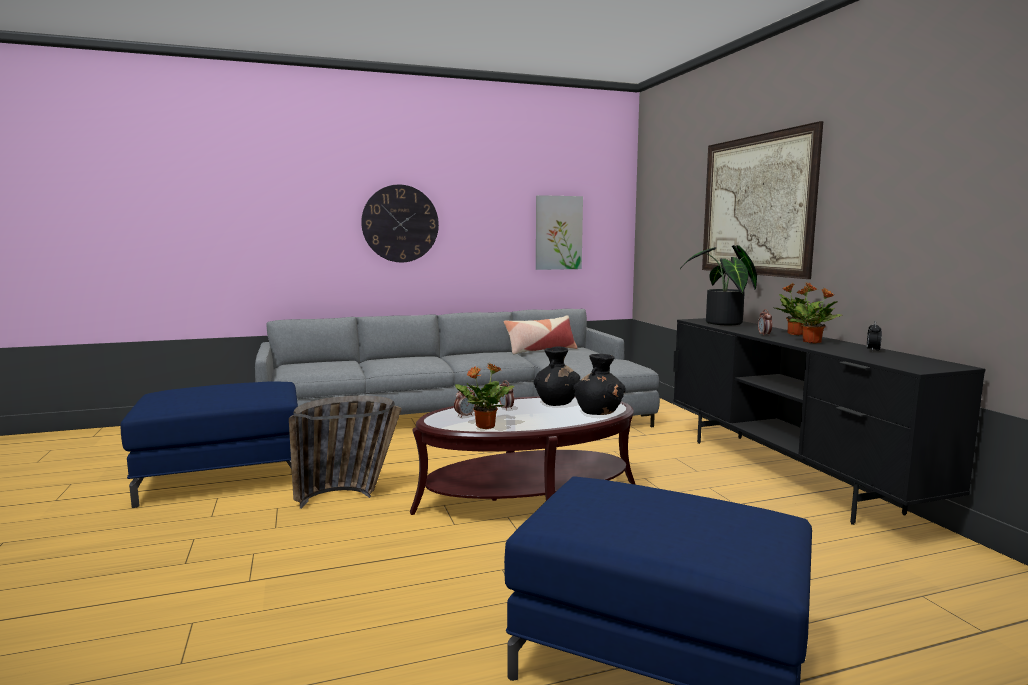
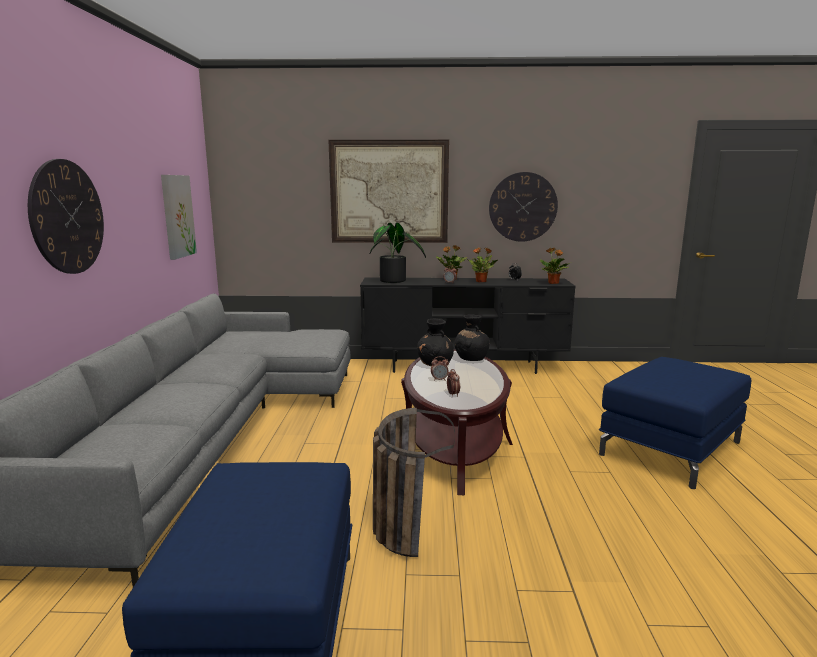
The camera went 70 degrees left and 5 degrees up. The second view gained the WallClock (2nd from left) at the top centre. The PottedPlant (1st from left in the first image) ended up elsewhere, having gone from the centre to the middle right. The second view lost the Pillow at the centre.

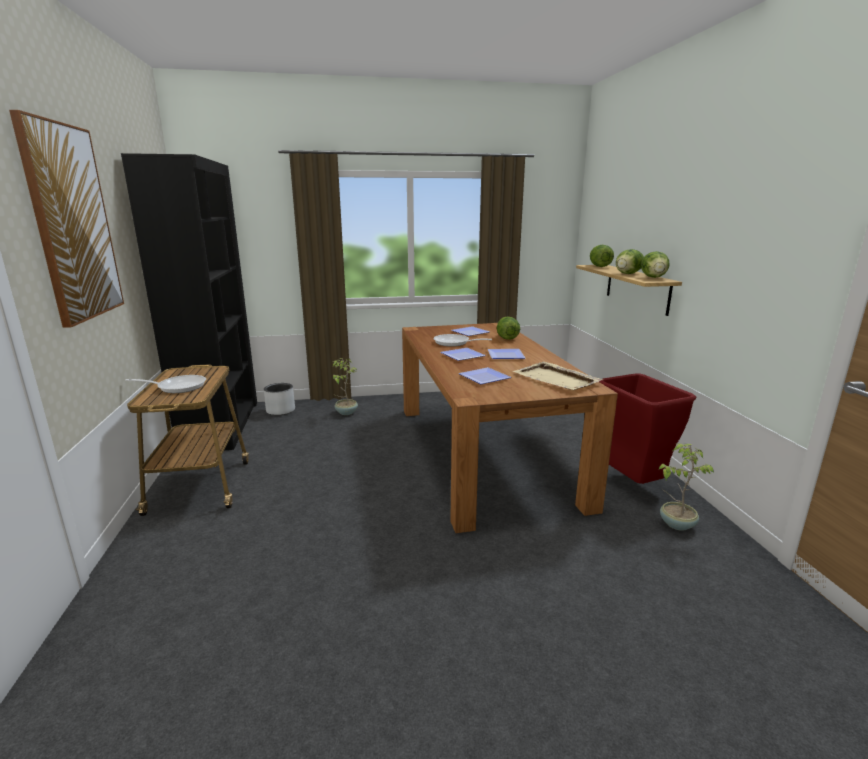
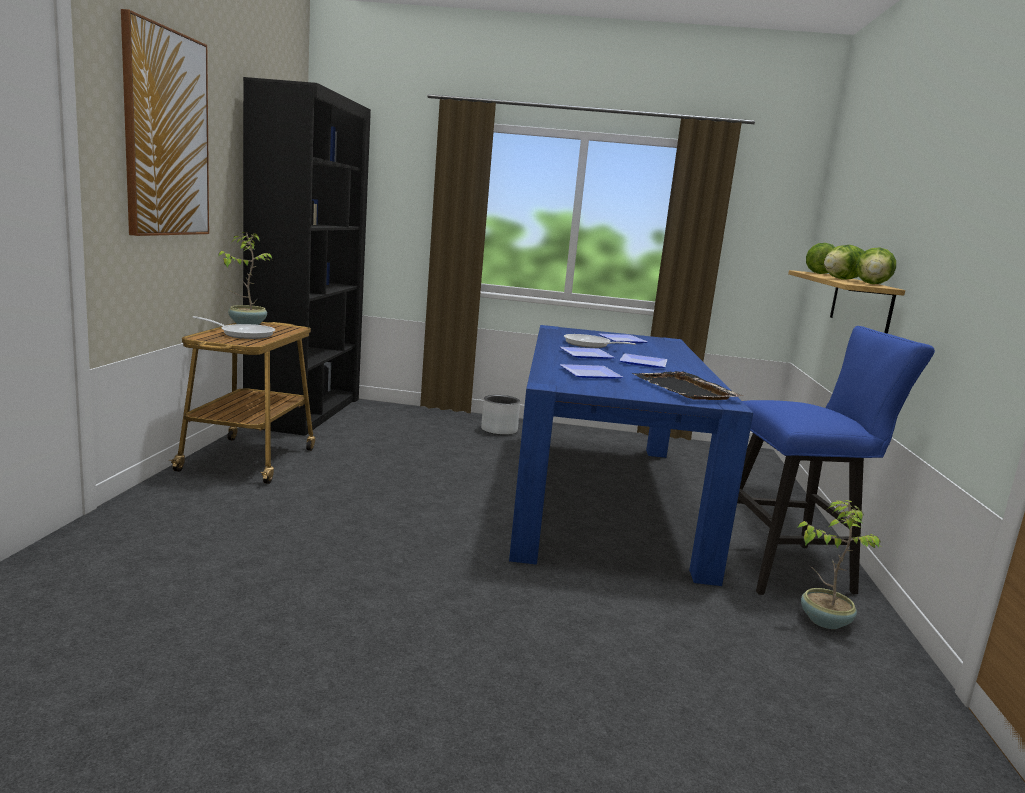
The camera went 15 degrees right and 5 degrees down. The PottedPlant (1st from left) ended up elsewhere, having gone from the centre to the middle left. The GreyPlanter ended up elsewhere, having gone from the middle left to the centre. What was the BrownDiningTable at the centre turned into the BlueDiningTable at the centre. What was the BeigeTray at the centre turned into the BlackTray at the middle right. Where the RedTrashCan stood at the middle right, the BlueStool came to stand at the middle right. The second view lost the Lettuce (1st from left) at the centre.

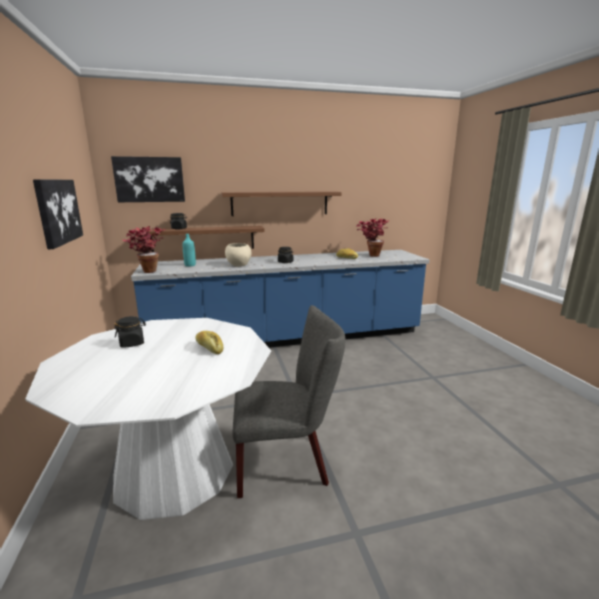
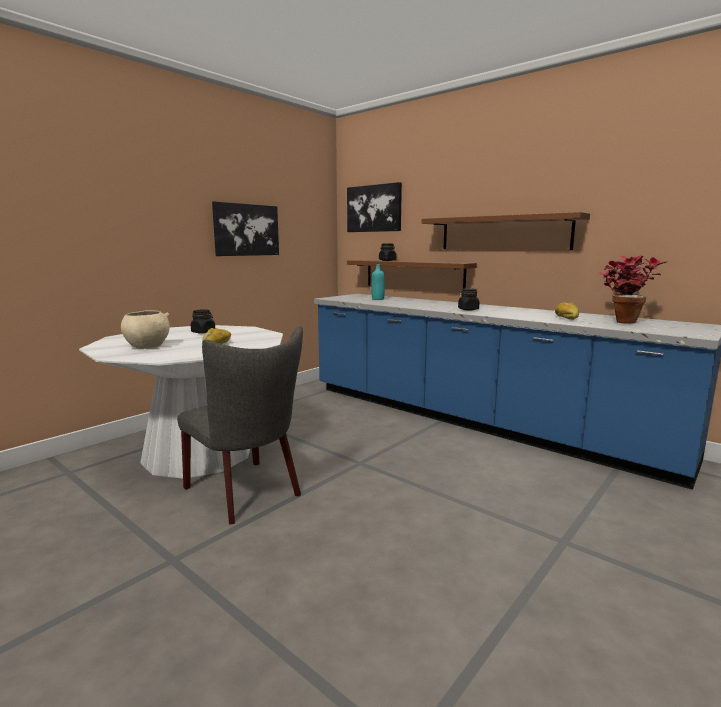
The camera went 55 degrees right and 5 degrees down. The BeigeBowl ended up elsewhere, having gone from the centre to the middle left. The second view lost the PottedPlant (1st from left) at the middle left.

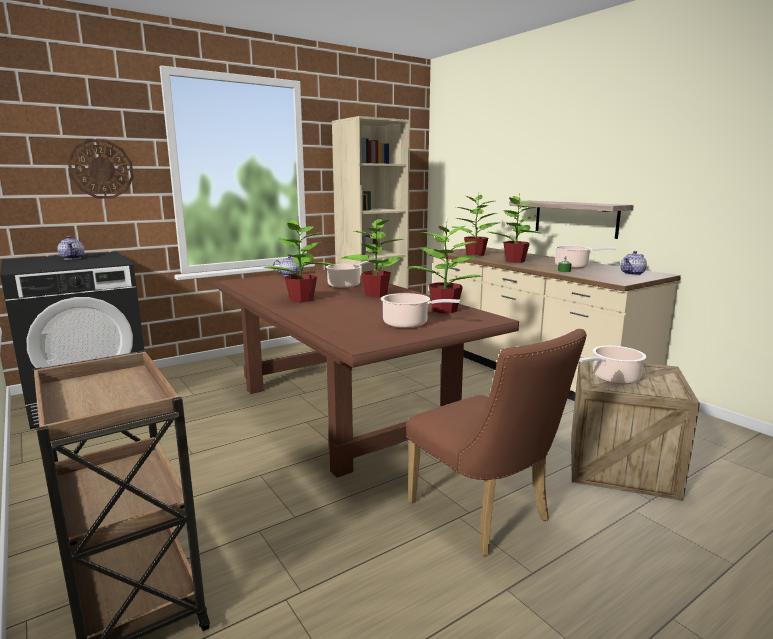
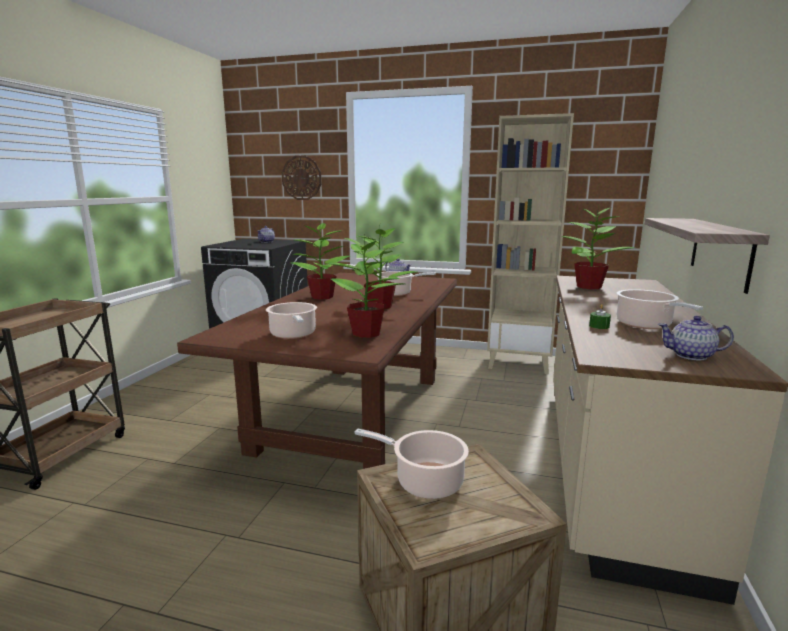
The camera went 50 degrees right and 0 degrees up. The second view lost the BrownChair at the bottom centre. The second view lost the PottedPlant (5th from left) at the centre.

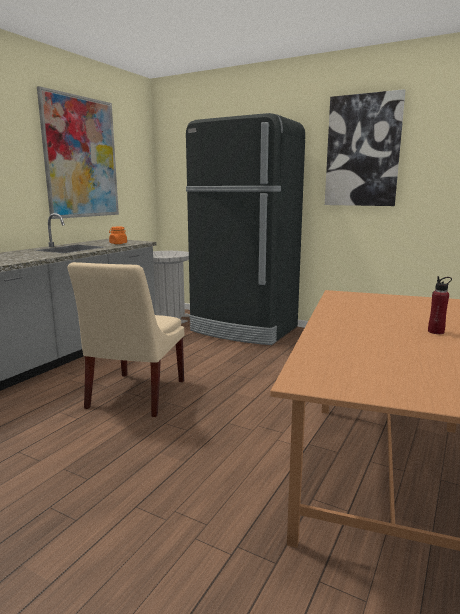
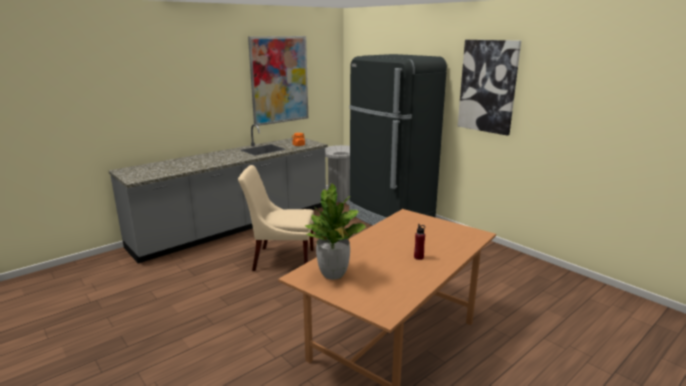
The camera went 20 degrees right and 5 degrees up. The BeigeChair at the middle left ended up facing another way, 60 degrees clockwise from before. The second view gained the PottedPlant at the centre.

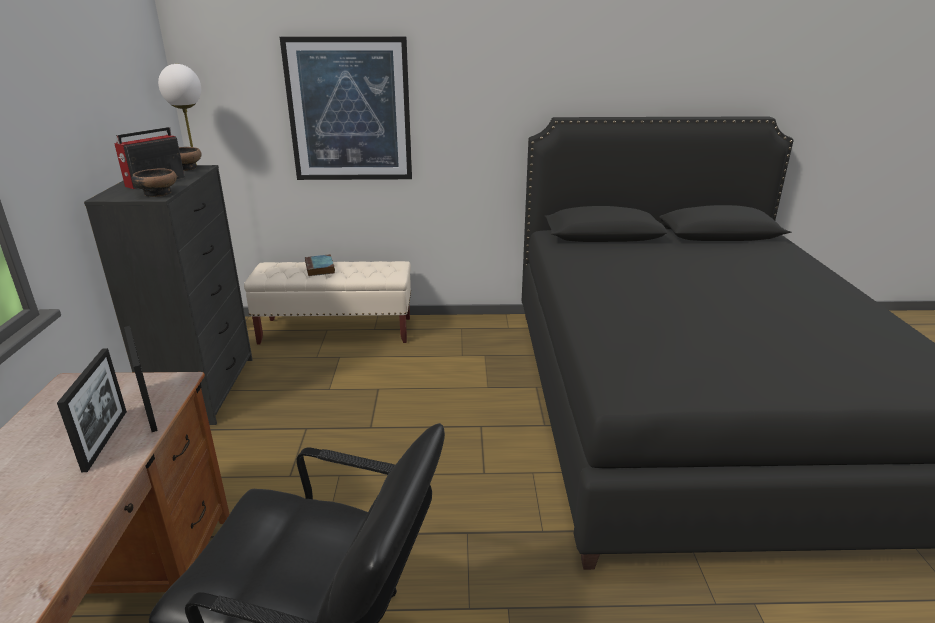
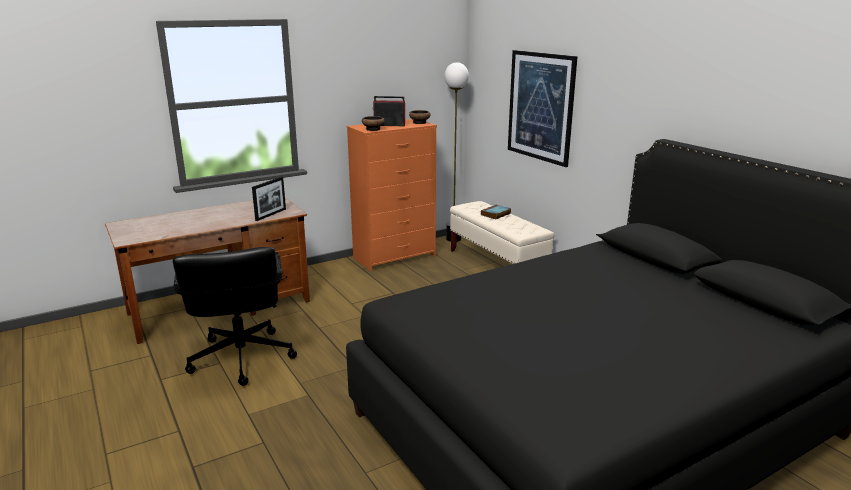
The camera went 60 degrees right and 5 degrees down. What was the BlackDresser at the middle left turned into the OrangeDresser at the centre. The second view lost the PictureFrame (1st from left) at the middle left.

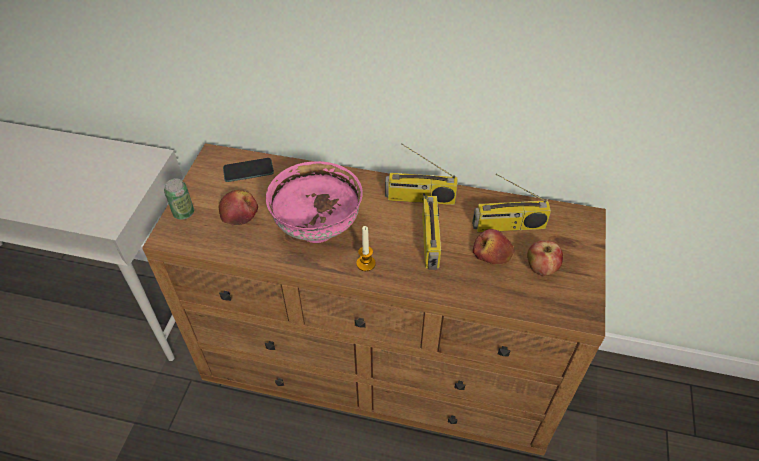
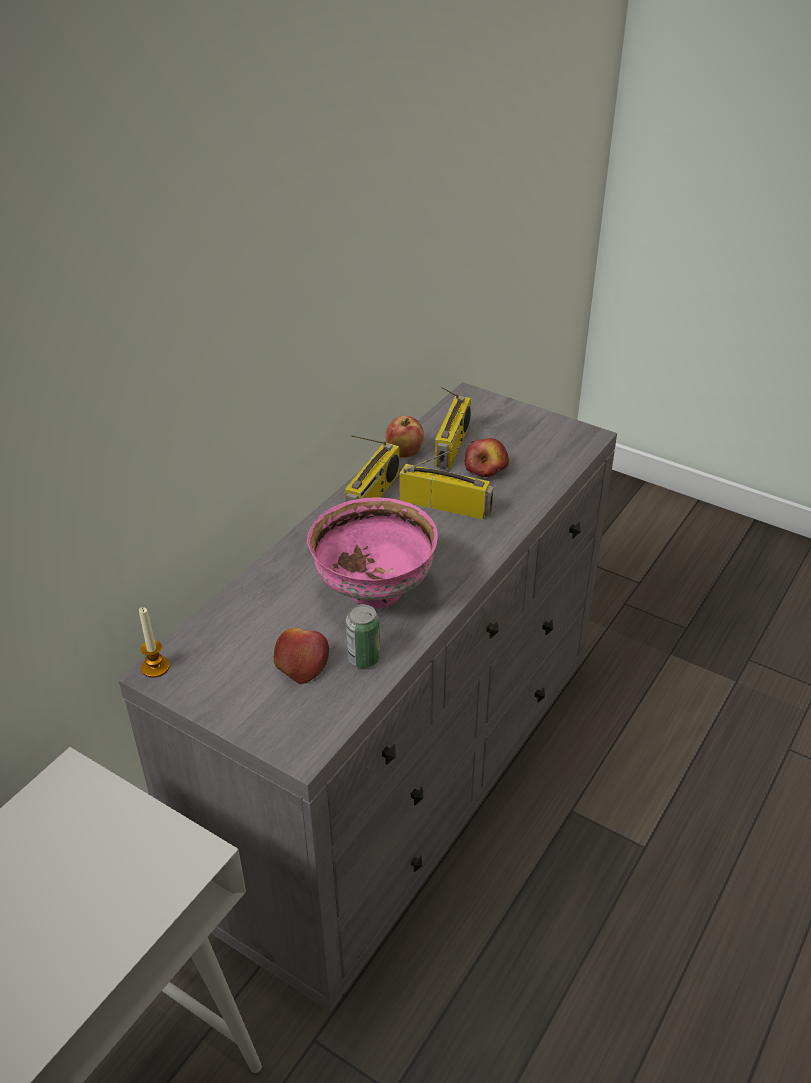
The camera went 70 degrees left and 10 degrees down. What was the BrownDresser at the centre turned into the GreyDresser at the centre. The Candle ended up elsewhere, having gone from the centre to the middle left. The Can ended up elsewhere, having gone from the middle left to the centre. The Apple (3rd from left in the first image) ended up elsewhere, having gone from the middle right to the centre. The second view lost the Phone at the middle left.

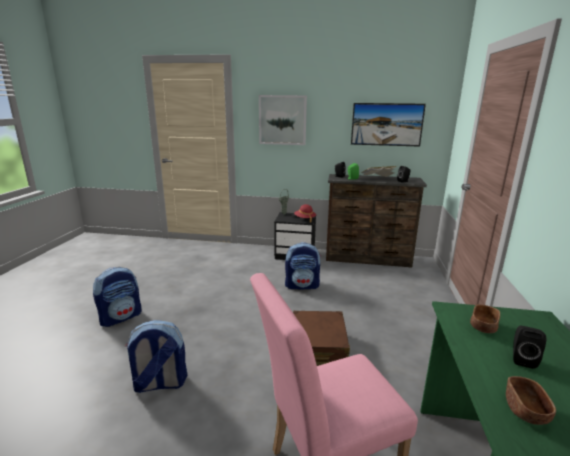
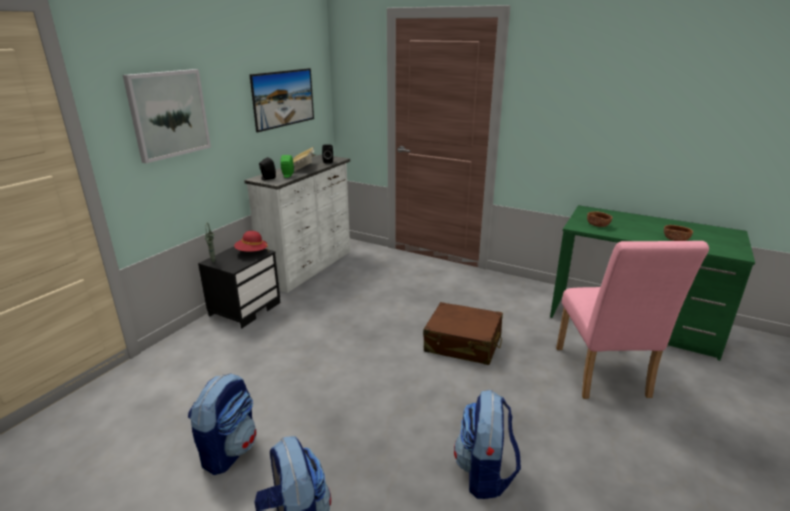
The camera went 70 degrees left and 5 degrees up. The Backpack (3rd from left in the first image) ended up elsewhere, having gone from the centre to the bottom left. What was the BrownDresser at the centre turned into the WhiteDresser at the centre. The second view lost the BlackSpeaker (3rd from left) at the bottom right.

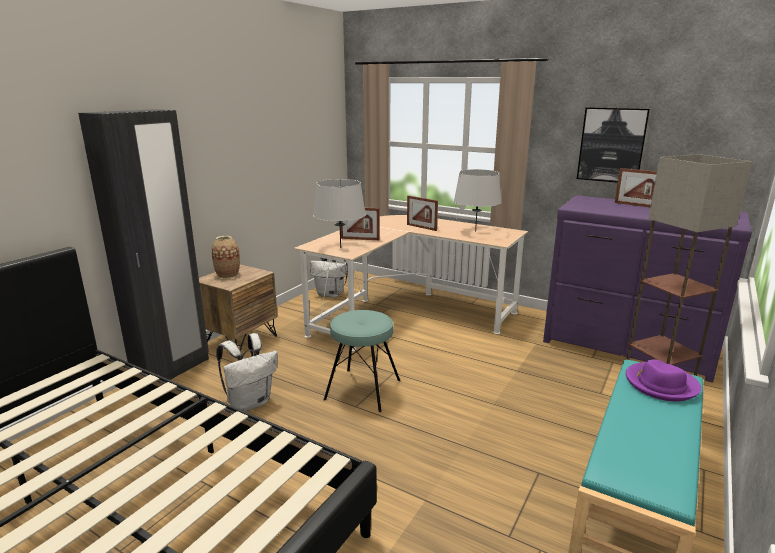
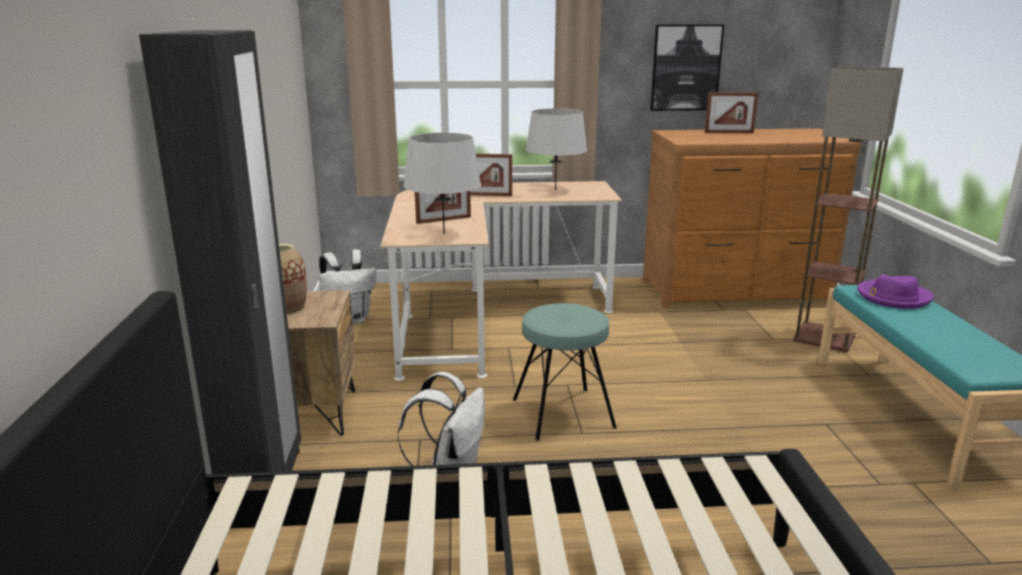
The camera went 35 degrees left and 0 degrees up. What was the PurpleDresser at the middle right turned into the BrownDresser at the middle right.

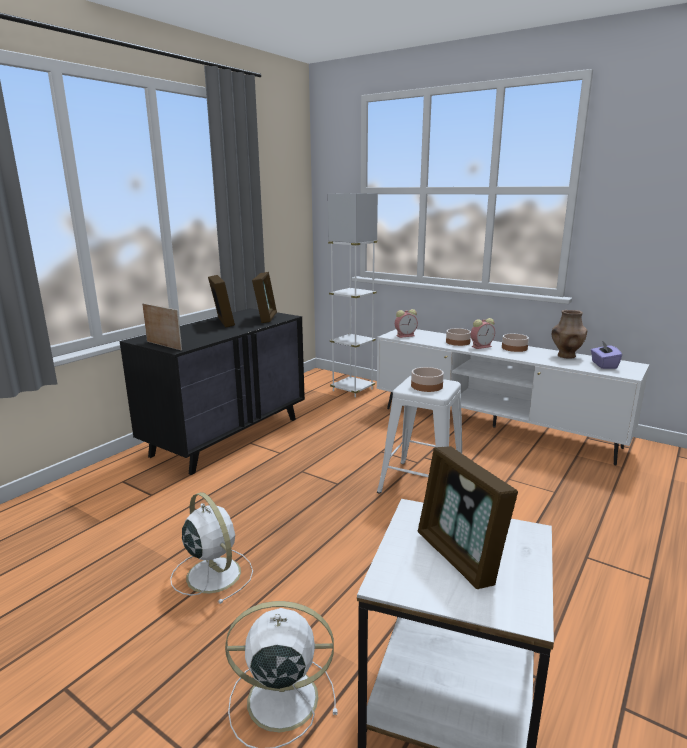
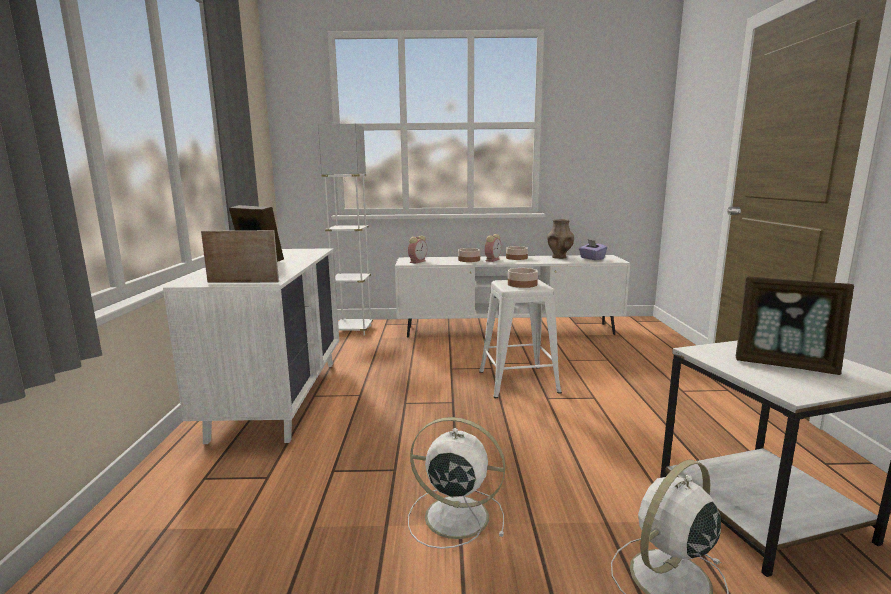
The camera went 35 degrees left and 5 degrees down. What was the BlackDresser at the middle left turned into the WhiteDresser at the middle left. The second view lost the PictureFrame (3rd from left) at the centre.

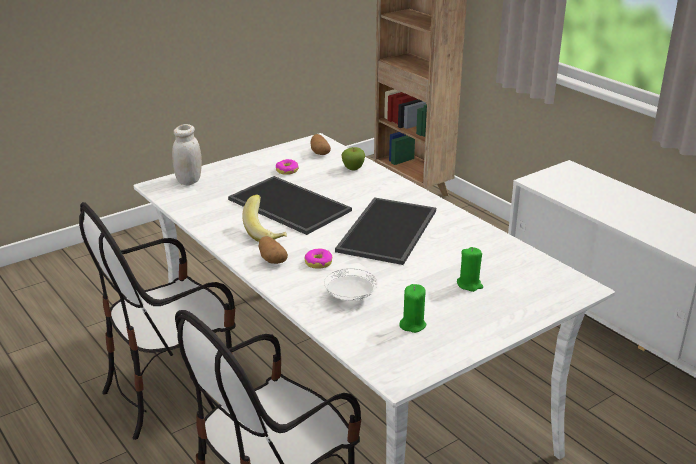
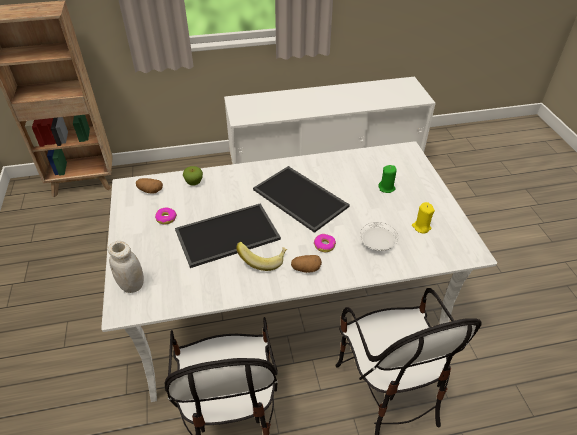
The camera went 65 degrees left and 15 degrees up. What was the GreenCandle (1st from left) at the centre turned into the YellowCandle at the middle right.

